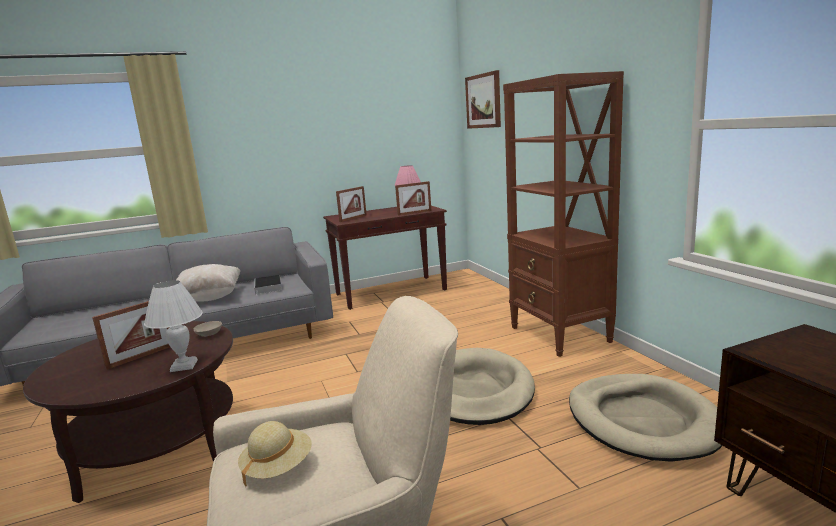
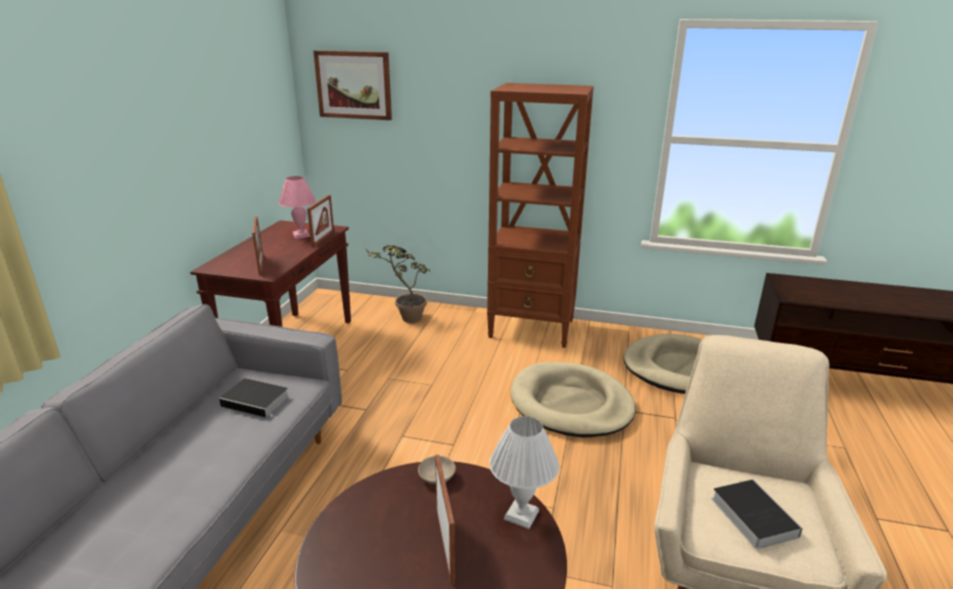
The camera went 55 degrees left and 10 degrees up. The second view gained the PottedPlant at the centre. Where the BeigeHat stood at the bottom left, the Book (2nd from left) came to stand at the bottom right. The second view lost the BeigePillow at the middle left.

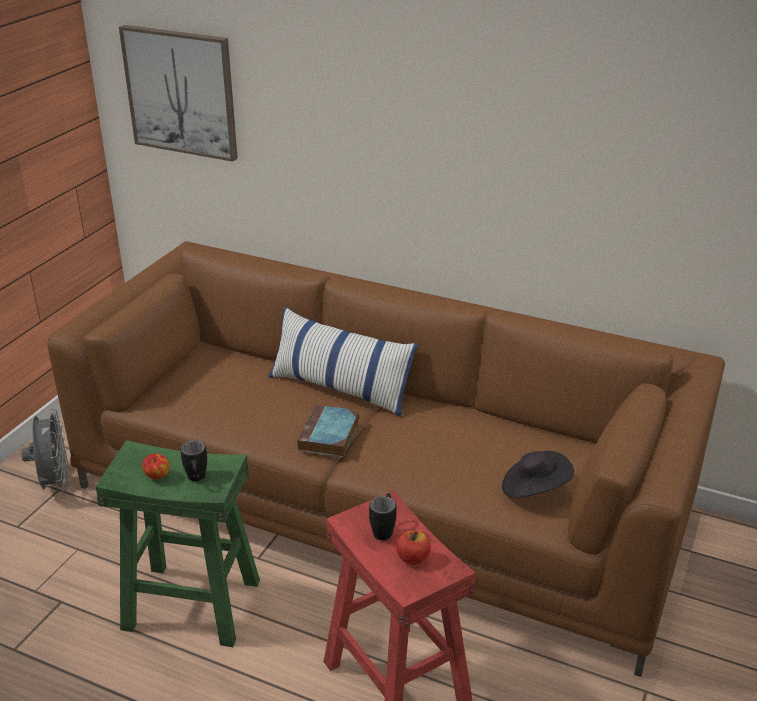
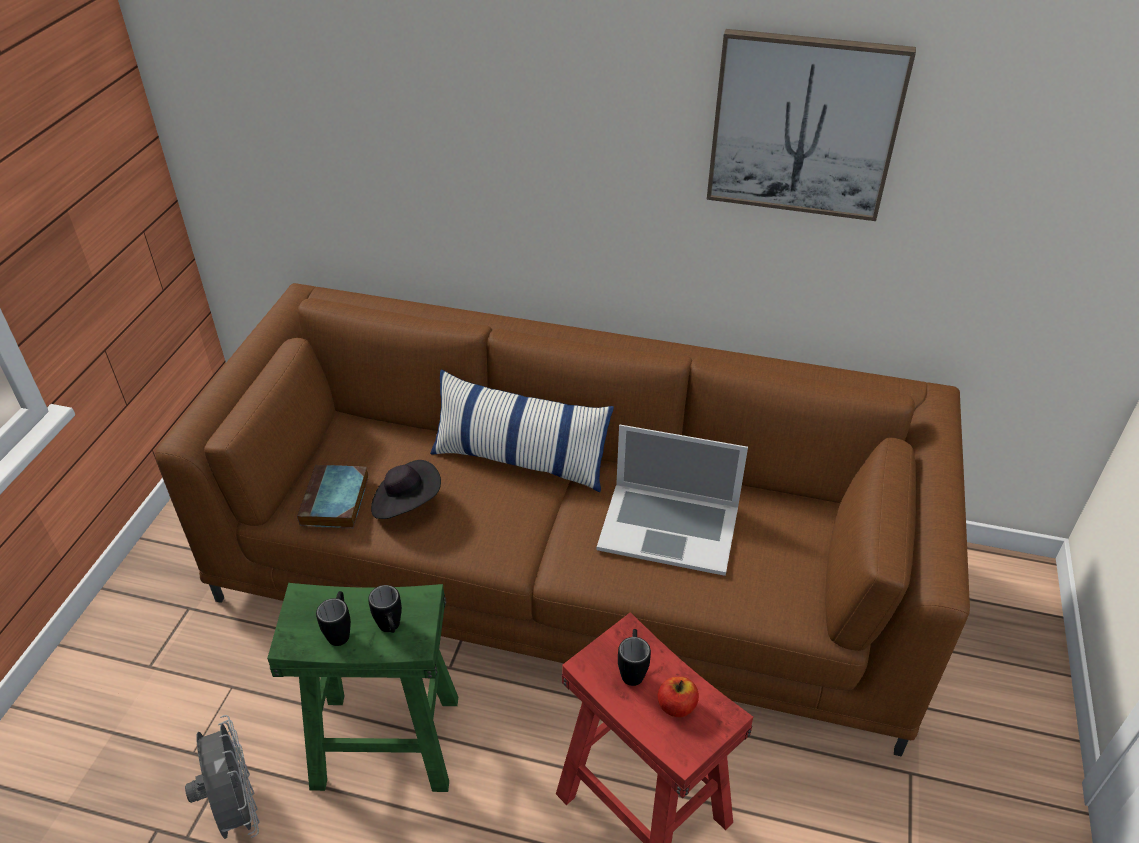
The camera went 10 degrees left and 10 degrees up. The GreyFan ended up elsewhere, having gone from the middle left to the bottom left. The Book ended up elsewhere, having gone from the centre to the middle left. Where the Apple (1st from left) stood at the middle left, the BlackMug (1st from left) came to stand at the bottom left. The BlackHat ended up elsewhere, having gone from the bottom right to the centre. The second view gained the Laptop at the centre. The Picture ended up elsewhere, having gone from the top left to the top right.

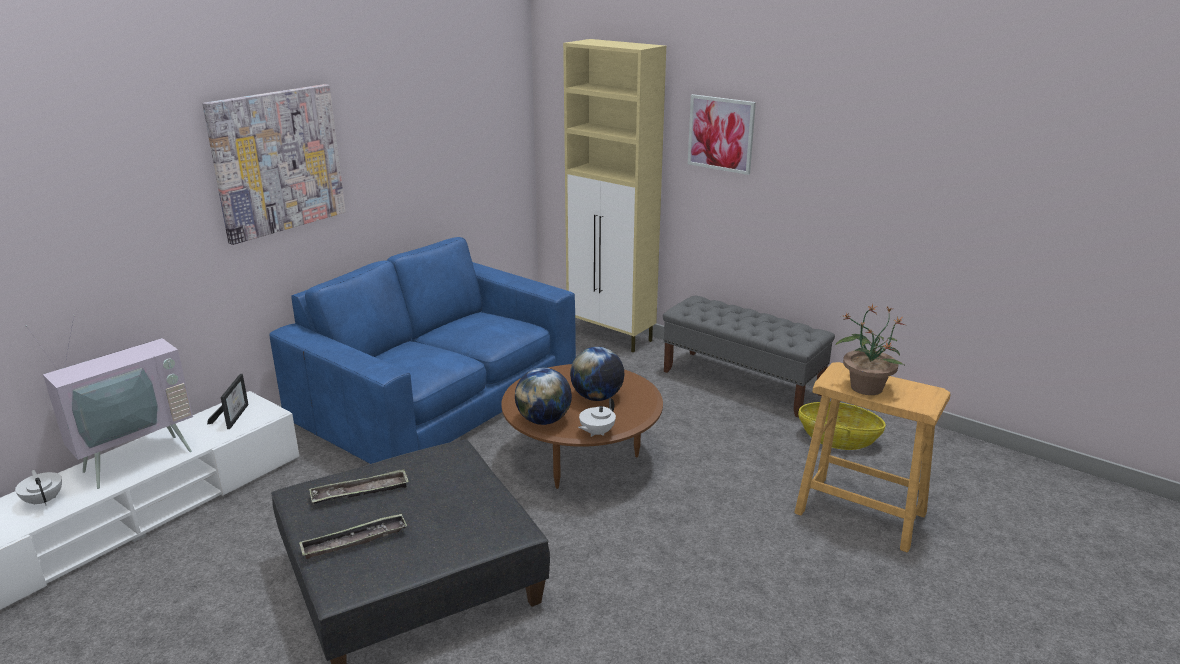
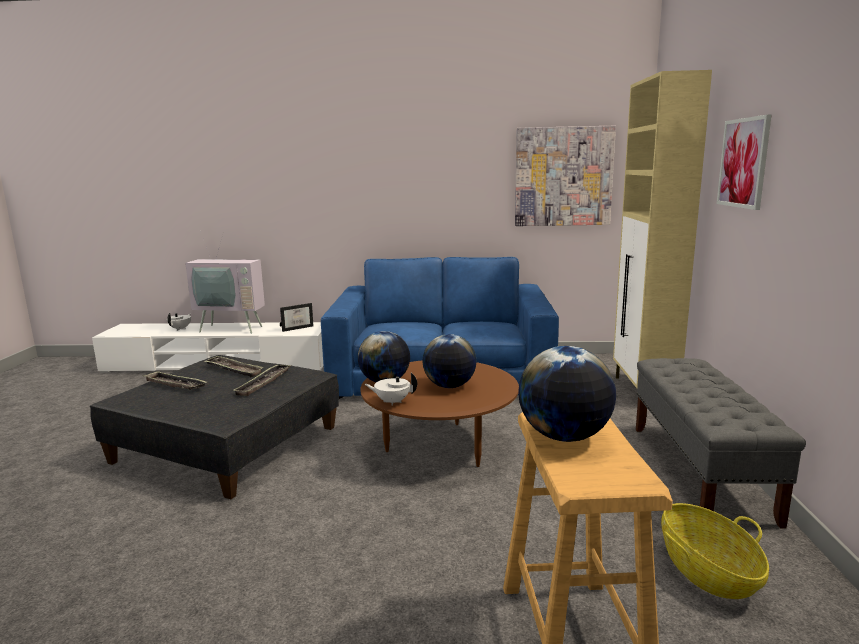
The camera went 55 degrees right and 10 degrees down. The second view gained the Tray (3rd from left) at the middle left. The Picture (1st from left) ended up elsewhere, having gone from the top left to the top centre. Where the PottedPlant stood at the middle right, the Globe (3rd from left) came to stand at the centre.

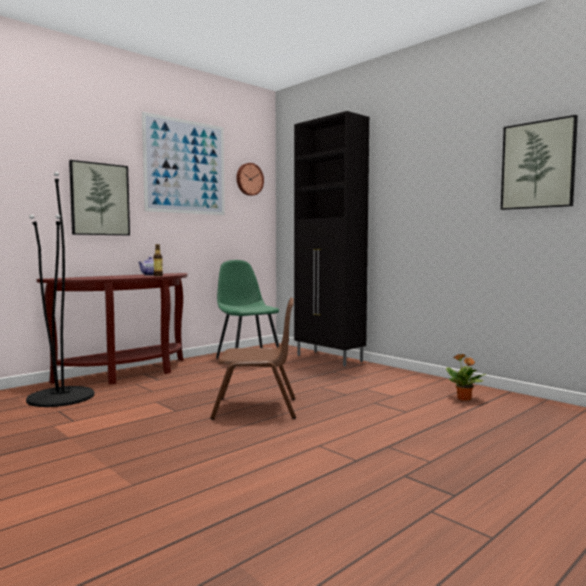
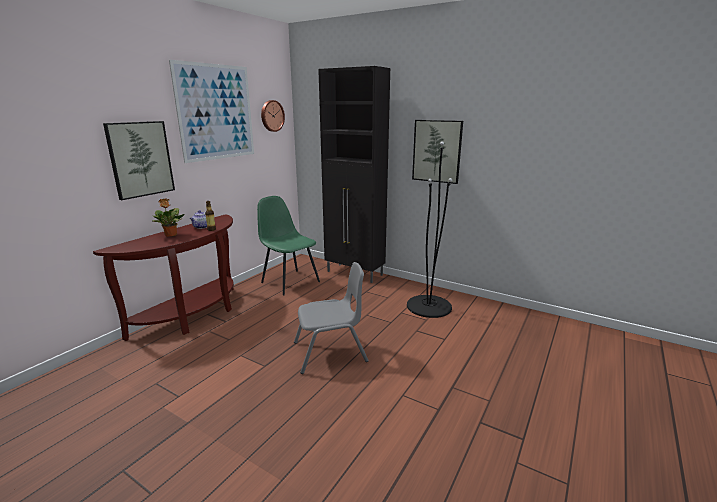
The camera went 15 degrees left and 15 degrees up. The PottedPlant ended up elsewhere, having gone from the middle right to the middle left. What was the BrownChair at the centre turned into the GreyChair at the centre. The BlackFloorLamp ended up elsewhere, having gone from the middle left to the centre. The Picture (3rd from left) ended up elsewhere, having gone from the top right to the top centre.

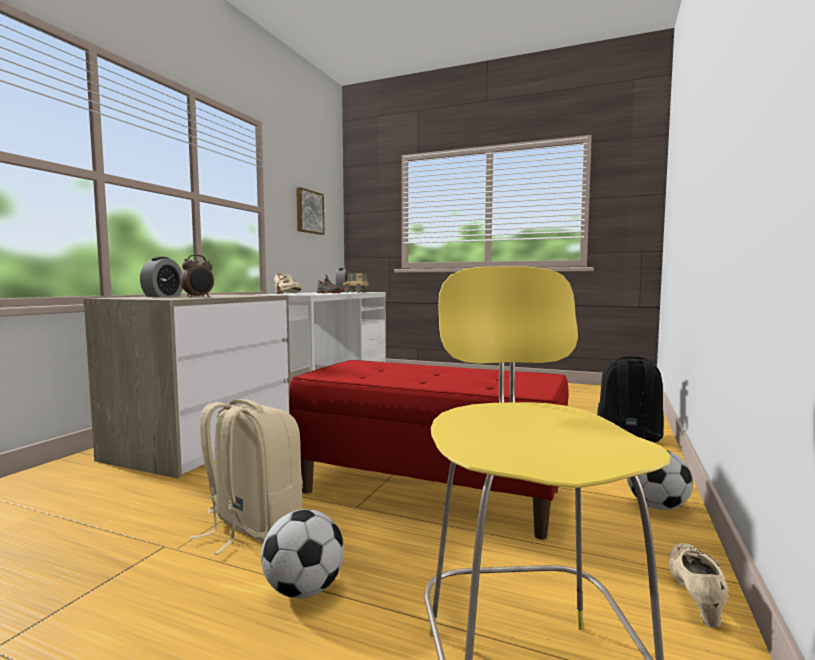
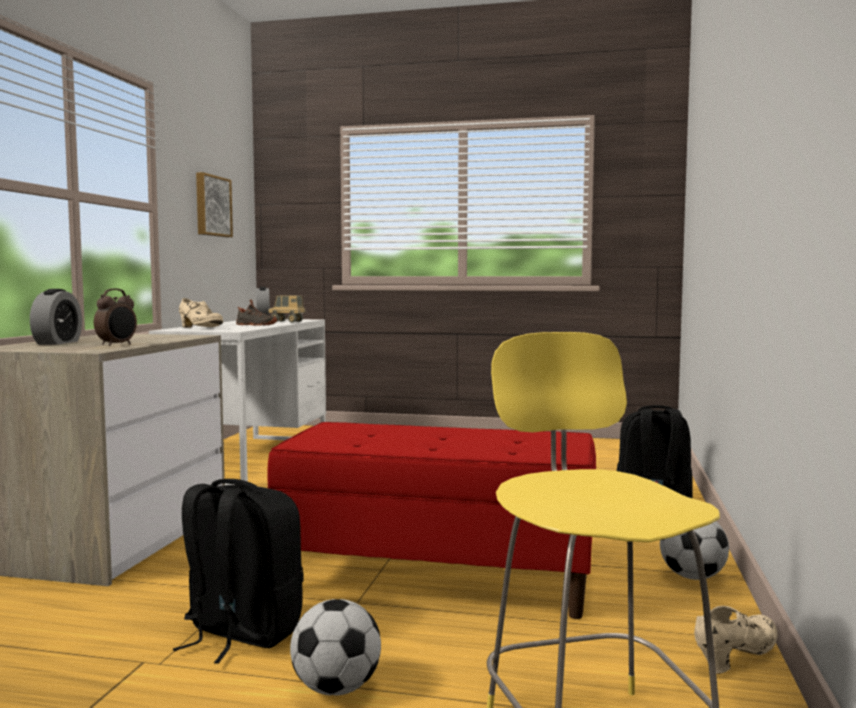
The camera went 10 degrees left and 0 degrees up. What was the BeigeBackpack at the bottom left turned into the BlackBackpack (1st from left) at the bottom left. The BeigeShoe (2nd from left) at the bottom right ended up facing another way, 45 degrees clockwise from before.

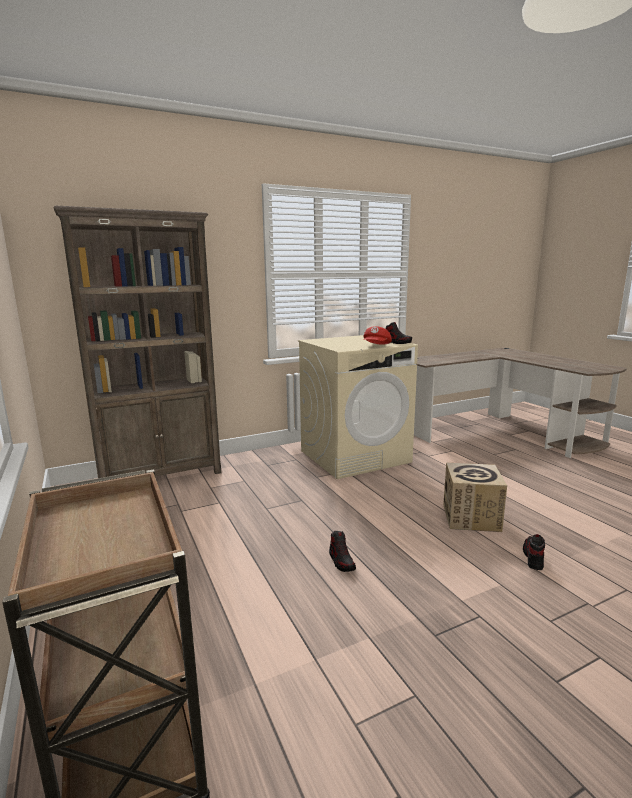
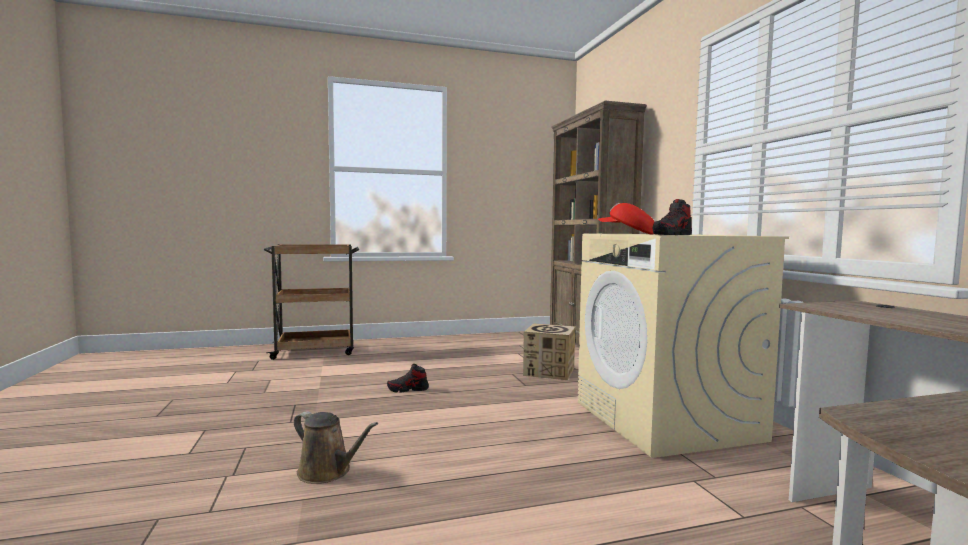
The camera went 100 degrees right and 10 degrees down. Where the Shoe (3rd from left) stood at the bottom right, the BrownWateringCan came to stand at the bottom centre. The CardboardBox ended up elsewhere, having gone from the middle right to the centre.

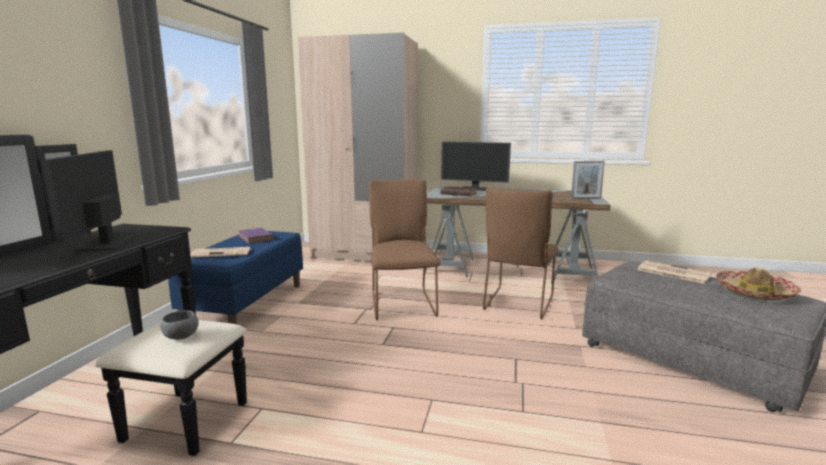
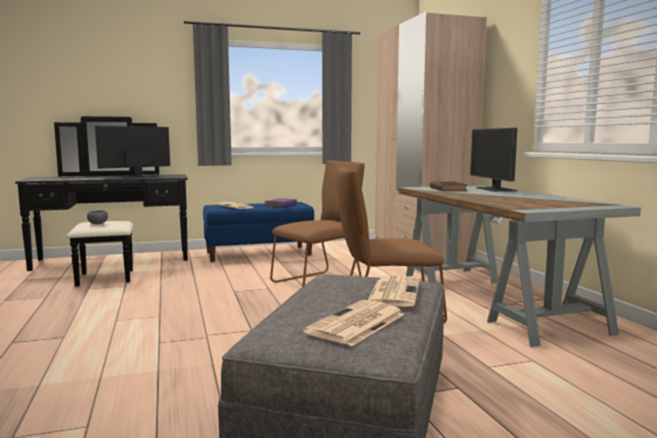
The camera went 60 degrees right and 5 degrees down. Where the Hat stood at the middle right, the Newspaper (2nd from left) came to stand at the bottom centre. The second view lost the PictureFrame at the middle right.

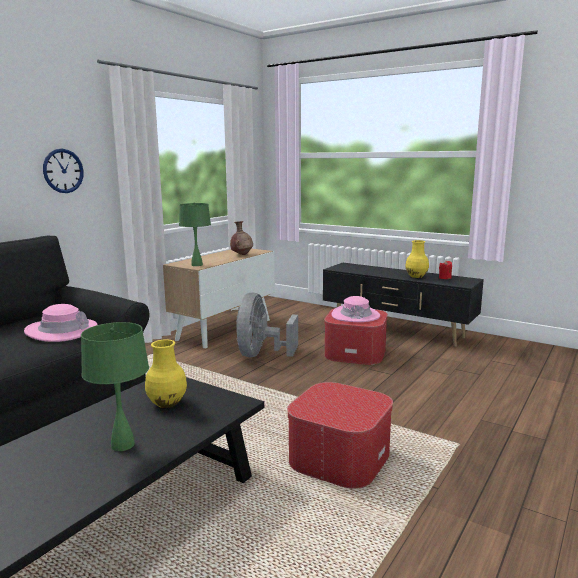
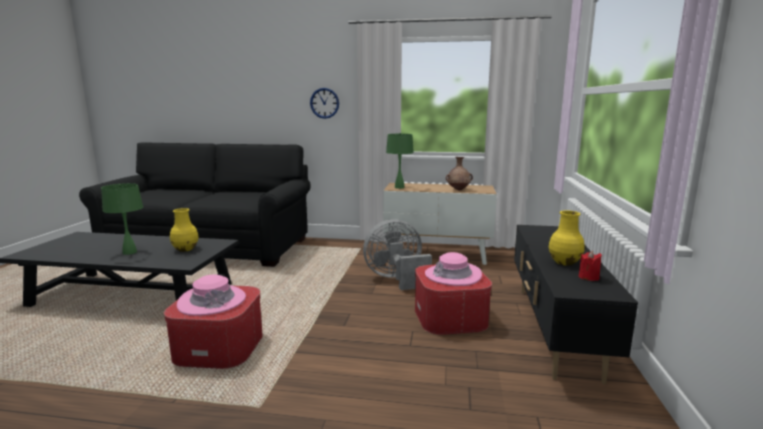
The camera went 65 degrees right and 0 degrees up. The PinkHat (1st from left) ended up elsewhere, having gone from the middle left to the bottom left.

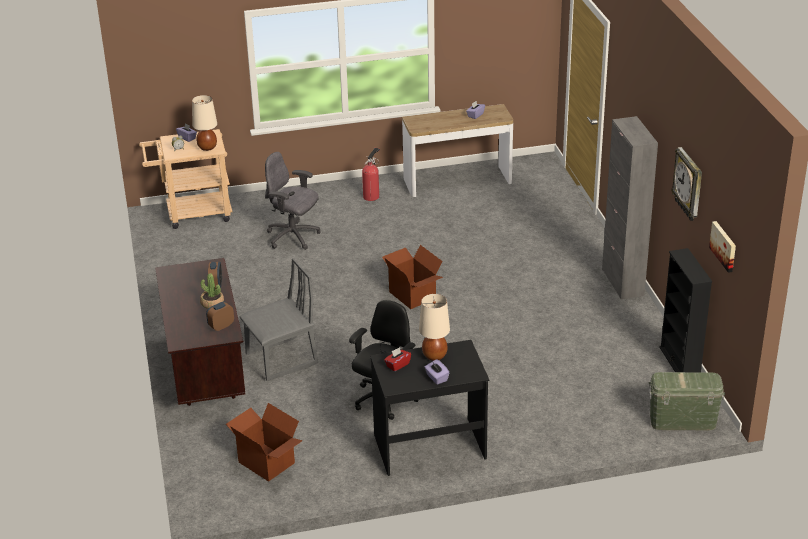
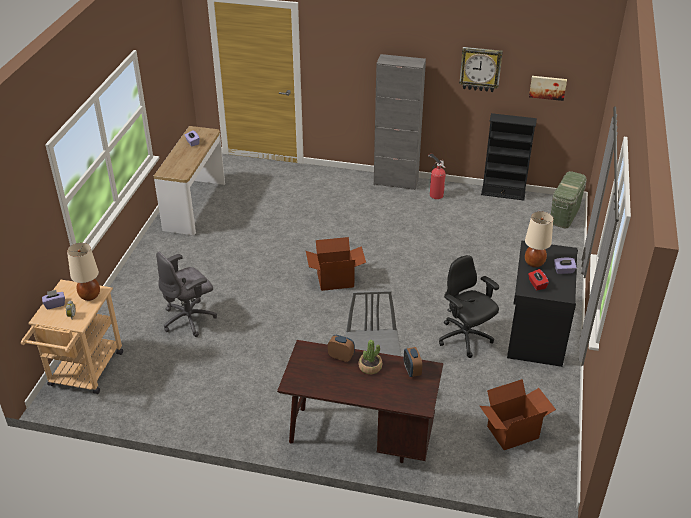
The camera went 65 degrees left and 5 degrees up. The FireExtinguisher ended up elsewhere, having gone from the top centre to the centre.

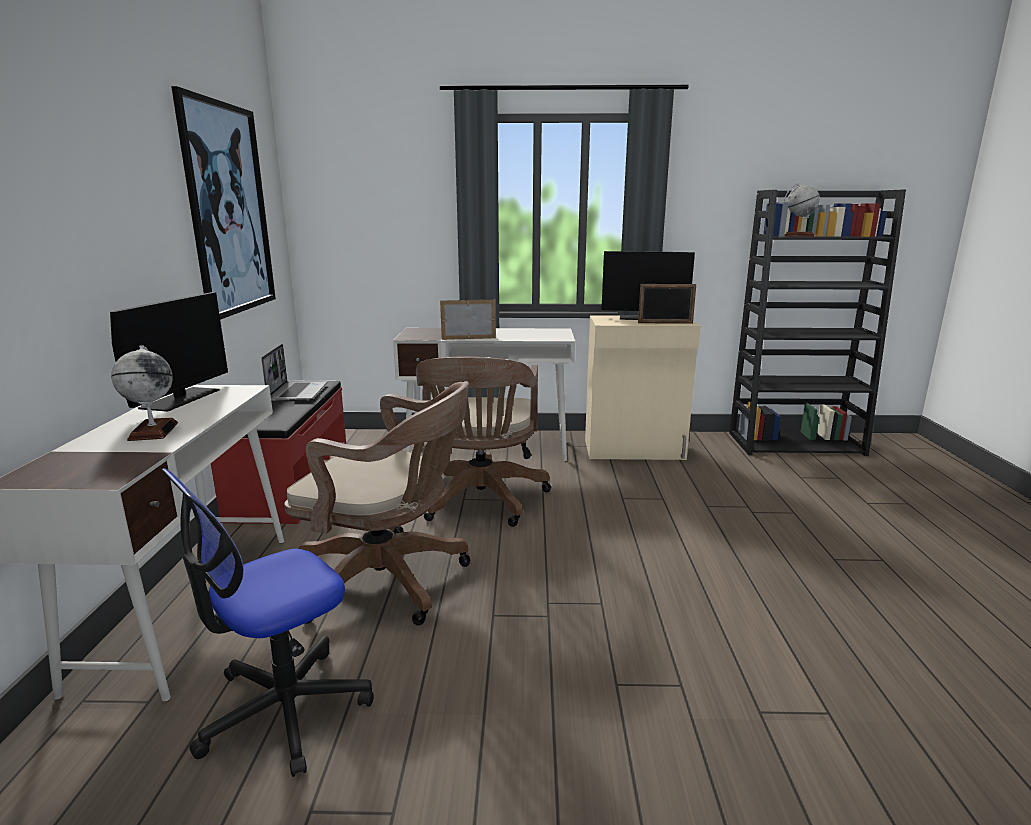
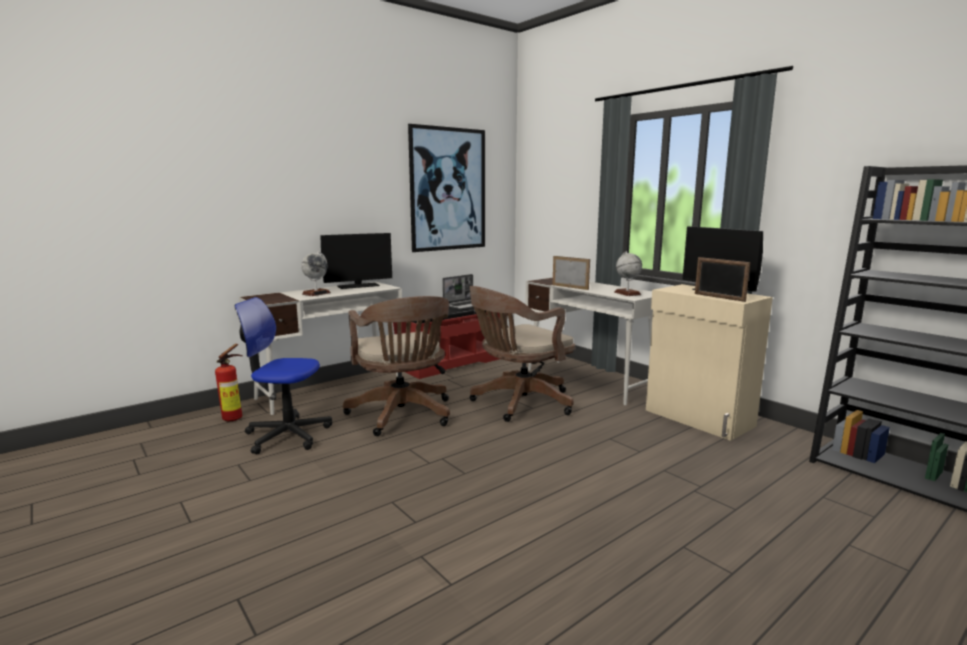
The camera went 50 degrees right and 5 degrees down. The second view gained the FireExtinguisher at the middle left. The Globe (2nd from left) ended up elsewhere, having gone from the top right to the centre.

